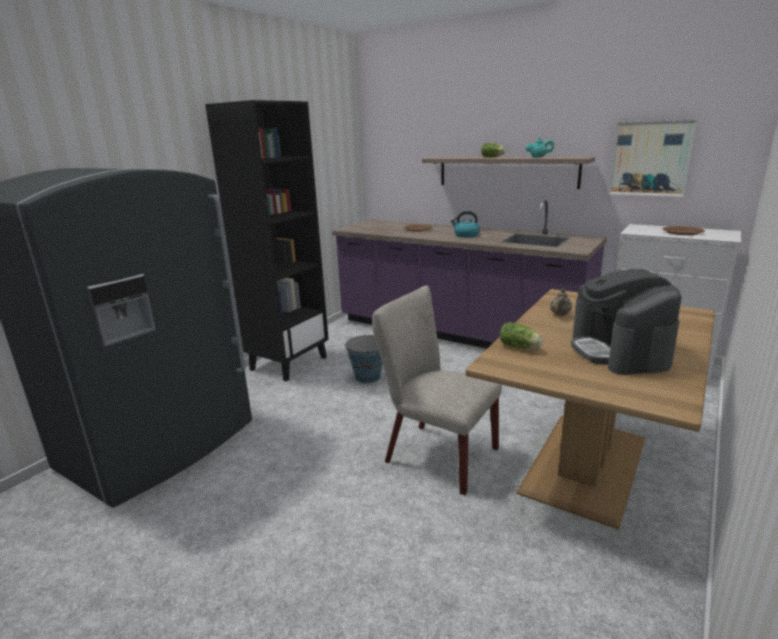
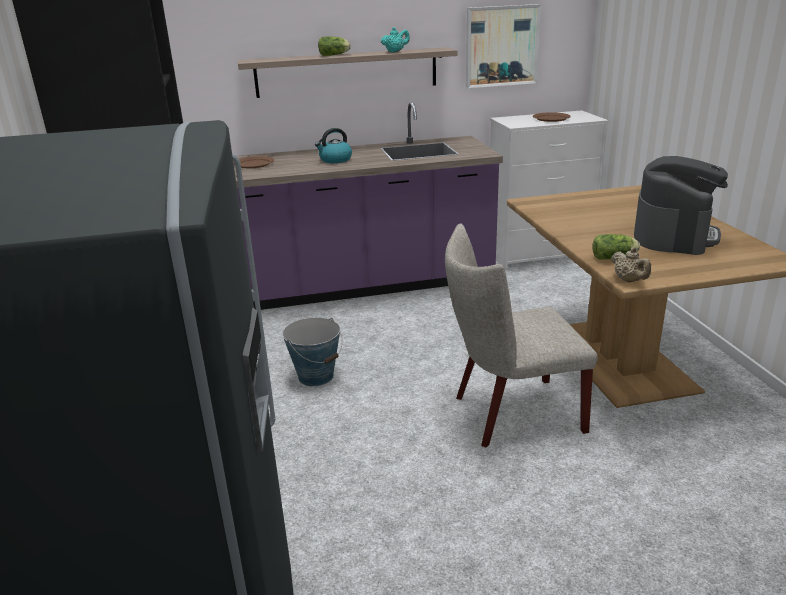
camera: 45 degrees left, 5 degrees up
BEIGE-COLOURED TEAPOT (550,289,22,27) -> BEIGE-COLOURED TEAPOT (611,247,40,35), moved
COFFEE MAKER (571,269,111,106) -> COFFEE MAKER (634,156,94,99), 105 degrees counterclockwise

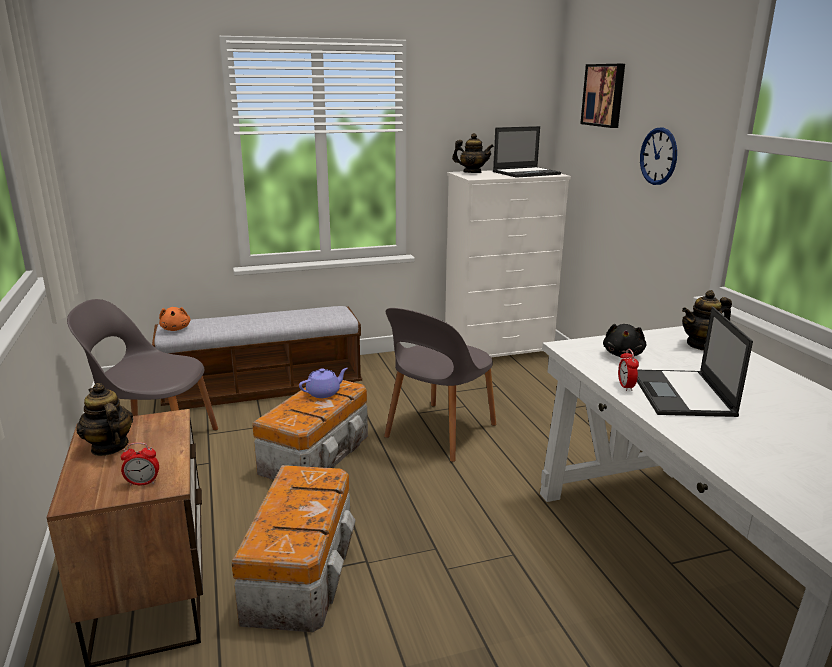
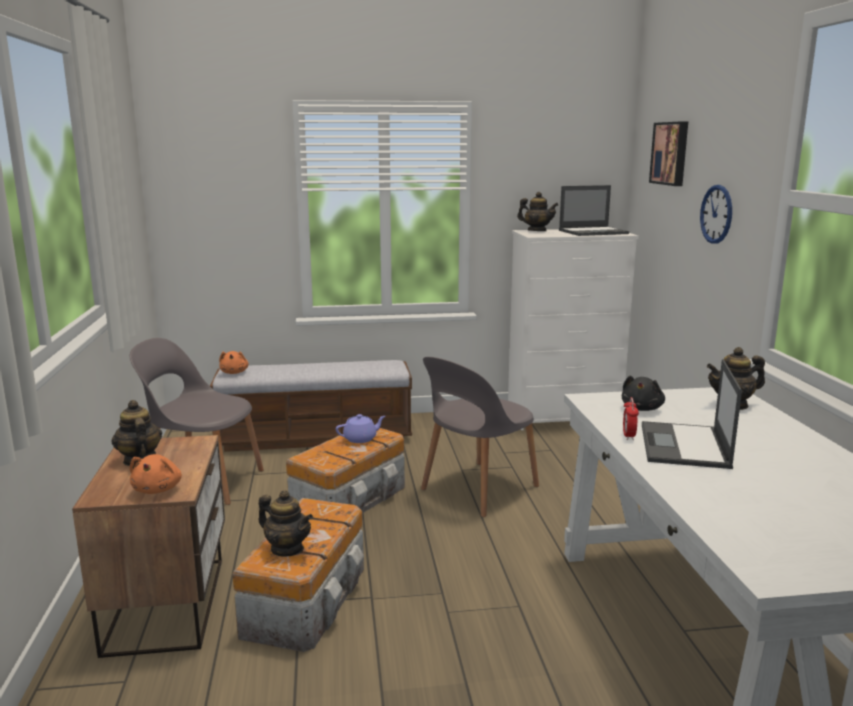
camera: 10 degrees right, 5 degrees down
ALARM CLOCK (121,443,38,43) -> ORANGEY CUDDLY TOY (130,454,52,40)
none -> TEAPOT (259,490,54,67)

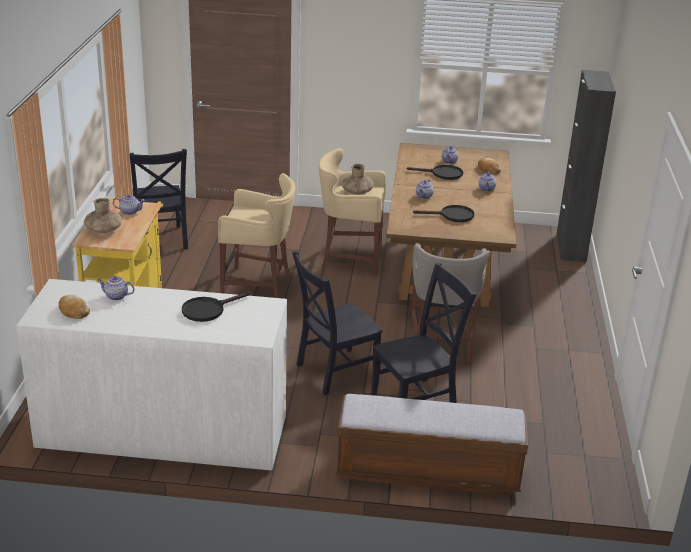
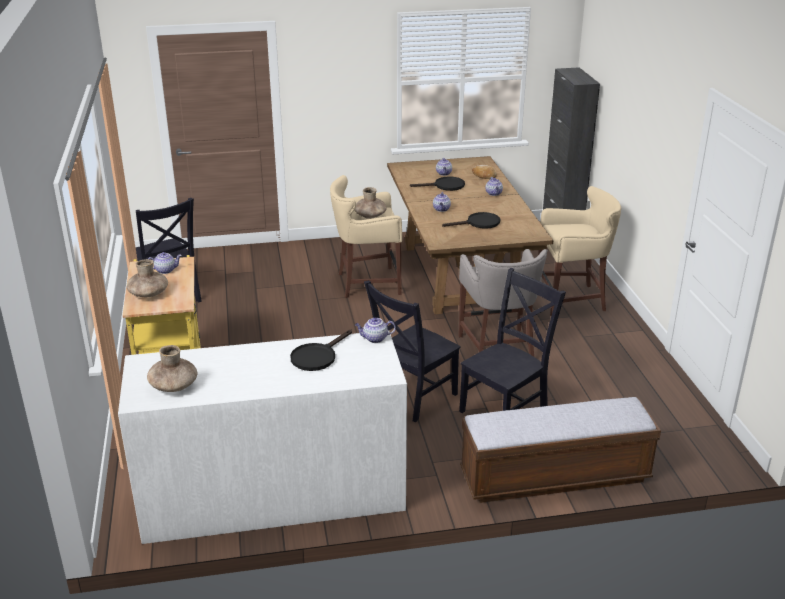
camera: 15 degrees left, 0 degrees up
BREAD (59,295,31,24) -> BROWNISH FLOWER VASE (147,345,50,47)
TEAPOT (98,276,36,24) -> TEAPOT (355,318,41,25), moved
BEIGE-COLOURED STOOL SEAT (218,173,77,125) -> BEIGE-COLOURED STOOL SEAT (538,186,83,130), moved

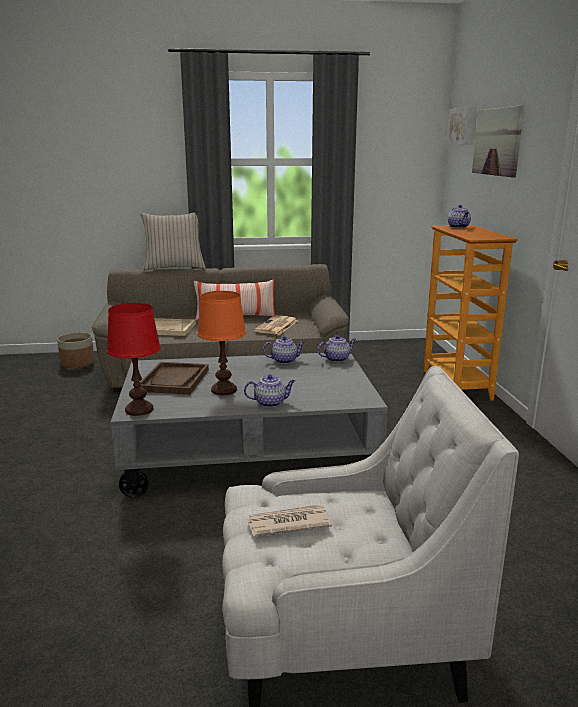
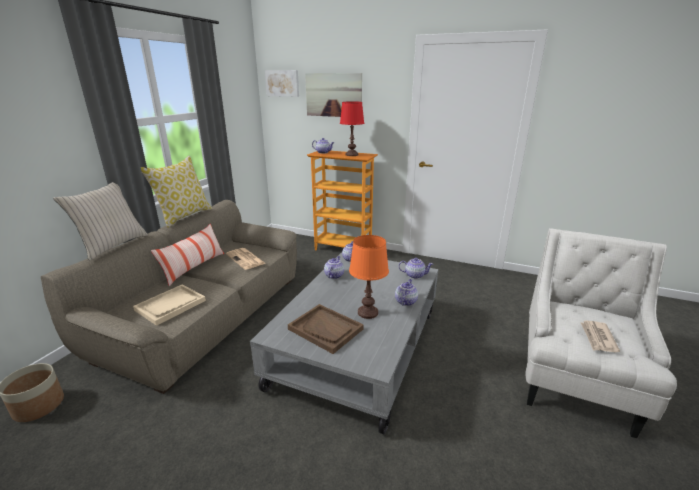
camera: 60 degrees left, 5 degrees up
RED TABLETOP LAMP (107,303,54,113) -> RED TABLETOP LAMP (340,101,24,55), moved
none -> PILLOW (141,156,72,72)
none -> TEAPOT (399,258,34,21)

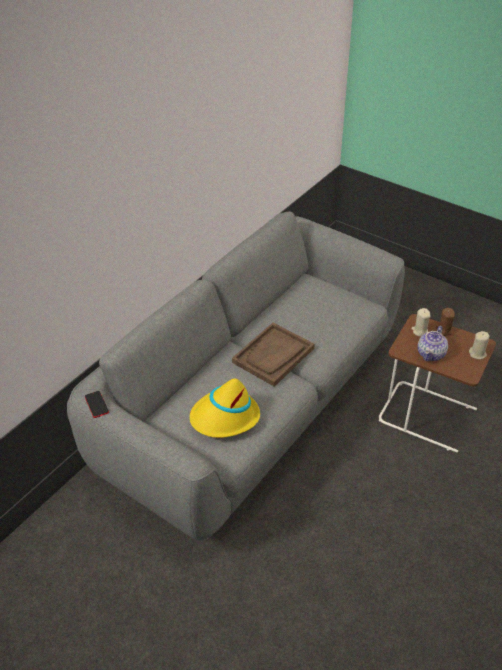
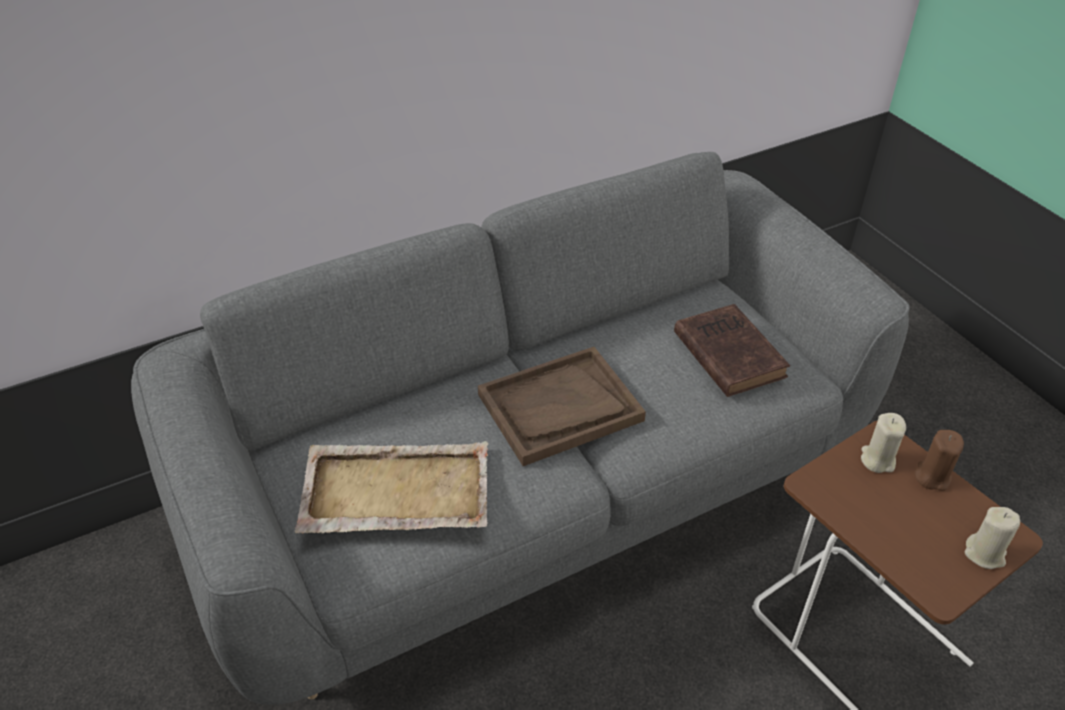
camera: 25 degrees right, 0 degrees up
HANDSET (85,391,24,27) -> none
YELLOW WEARABLE HAT (189,378,71,60) -> BEIGE-COLOURED SERVING TRAY (294,441,194,92)
TEAPOT (418,326,30,35) -> none
none -> BROWNISH VOLUME (674,304,116,93)

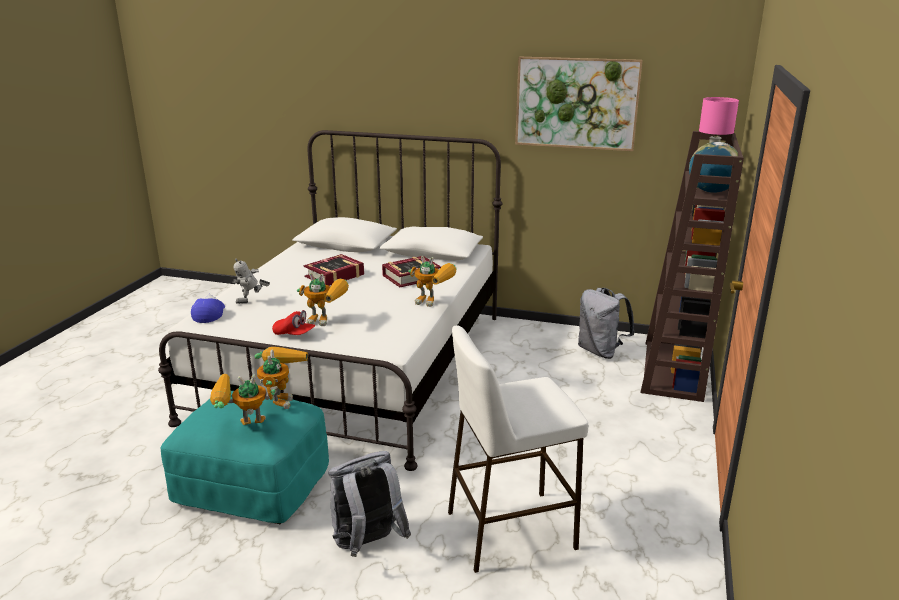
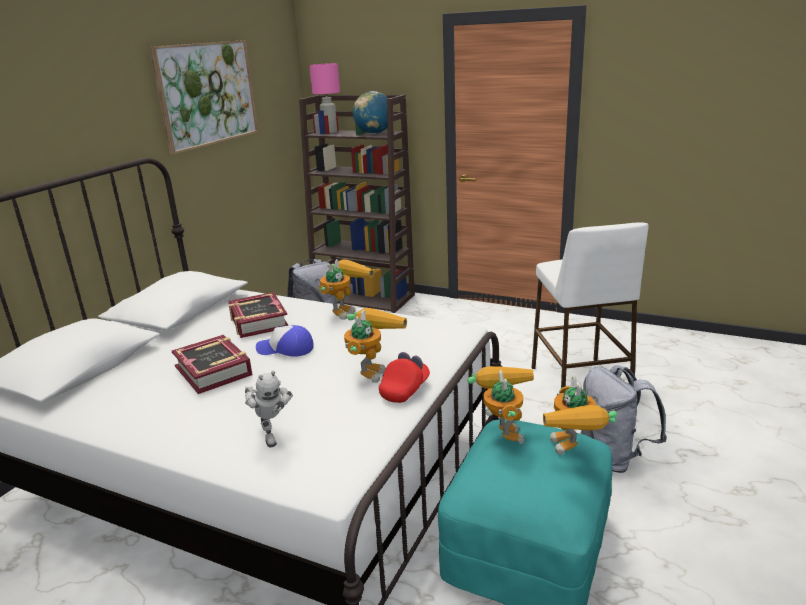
camera: 80 degrees left, 0 degrees up
CAP (191,294,34,29) -> CAP (256,325,57,32), moved
TOY ROBOT (255,347,53,62) -> TOY ROBOT (467,366,67,78), 75 degrees clockwise

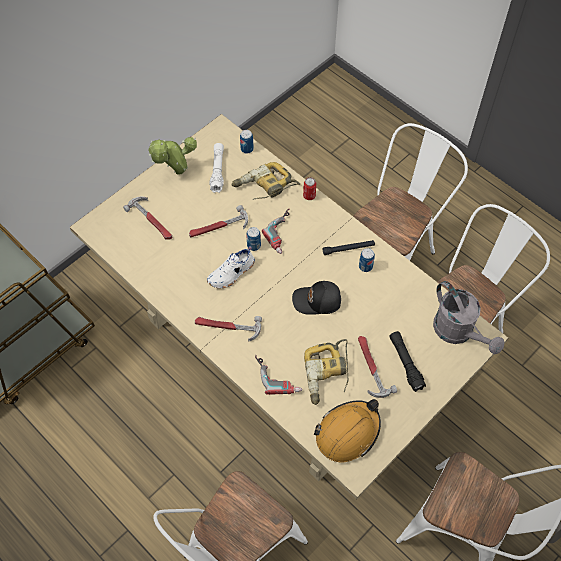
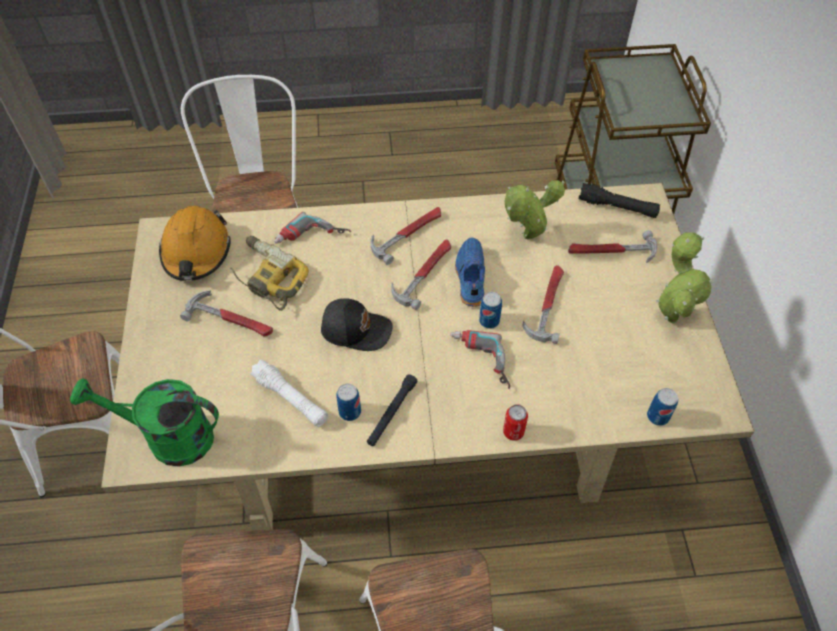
camera: 130 degrees right, 5 degrees down
WHITE-COLOURED LOW SHOE (207,246,48,42) -> BLUE LOW SHOE (455,238,30,69)
WHITE-COLOURED HAND TORCH (210,143,14,50) -> WHITE-COLOURED HAND TORCH (250,359,78,68), moved
POWER DRILL (232,162,68,38) -> none
BLACK CAP (292,281,49,34) -> BLACK CAP (321,298,72,53), 60 degrees clockwise
BLACK HAND TORCH (389,331,37,61) -> BLACK HAND TORCH (579,183,81,35), moved
GRAY WATERING CAN (433,281,72,73) -> GREENISH WATERING CAN (70,378,149,89)
none -> HAMMER (391,239,60,71)
none -> PLANT IN A POT (505,180,60,60)

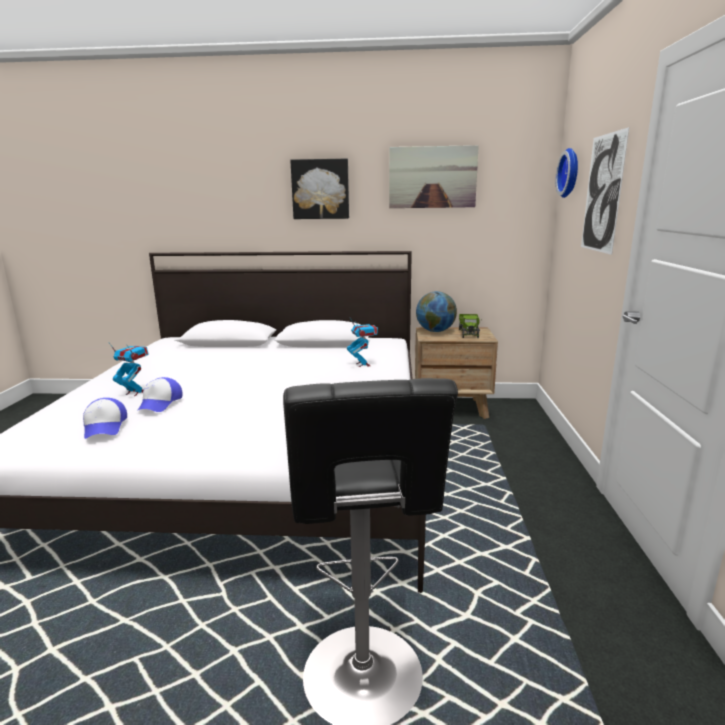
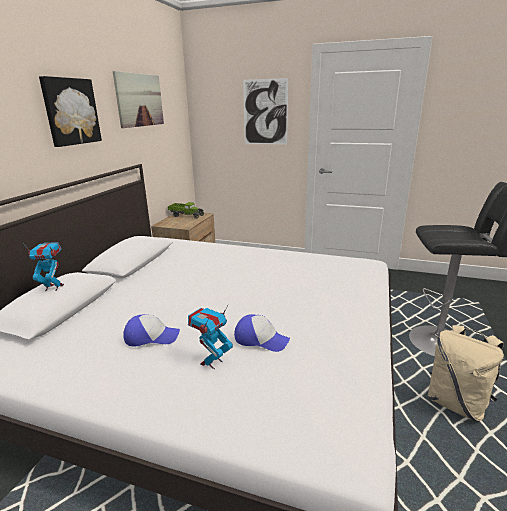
camera: 75 degrees left, 5 degrees up
CAP (83,398,44,41) -> CAP (123,314,57,33), moved
TOY ROBOT (347,318,31,49) -> TOY ROBOT (23,242,41,49), moved
GLOBE (416,291,41,41) -> none
CLOCK ON THE WALL (556,148,22,50) -> none
none -> BEIGE-COLOURED RUCKSACK (428,325,76,96)

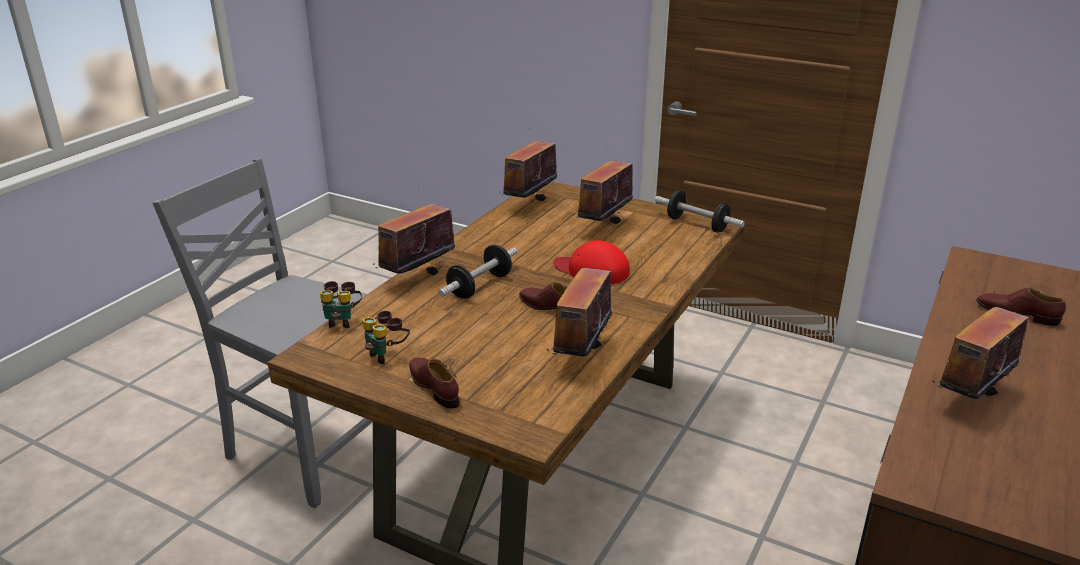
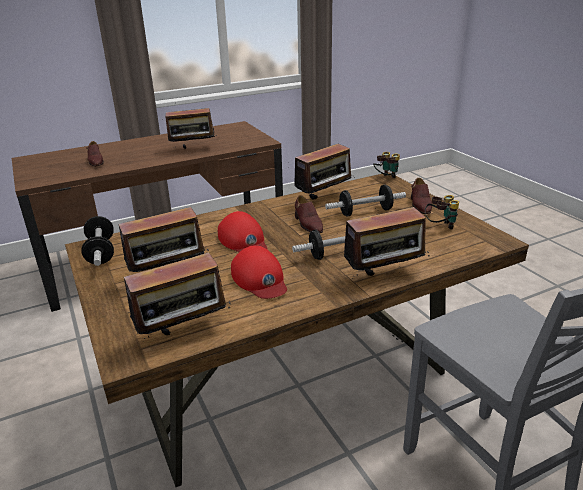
camera: 145 degrees left, 0 degrees up
PAIR OF BINOCULARS (320,281,42,47) -> PAIR OF BINOCULARS (373,152,27,26), moved
none -> RED CAP (231,245,56,54)
none -> HAND WEIGHT (325,185,81,32)

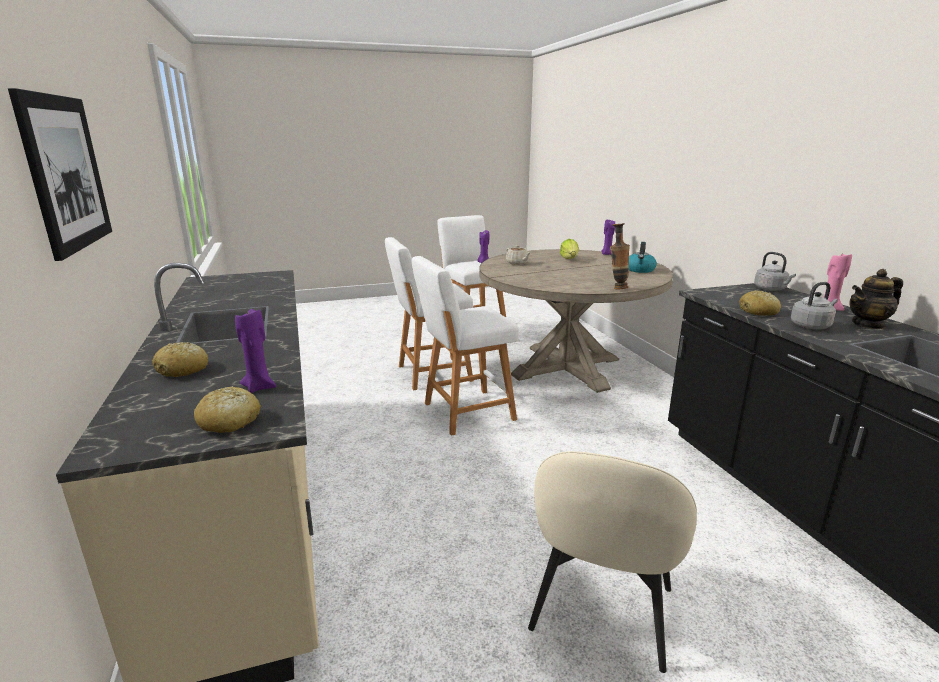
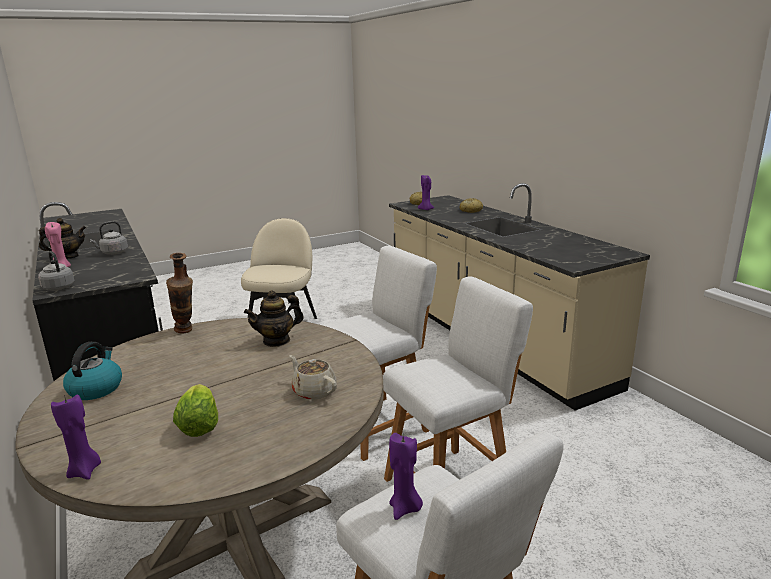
camera: 170 degrees right, 0 degrees up
WALL ART (8,88,104,173) -> none
BREAD (739,290,42,26) -> none
none -> TEAPOT (244,291,60,56)

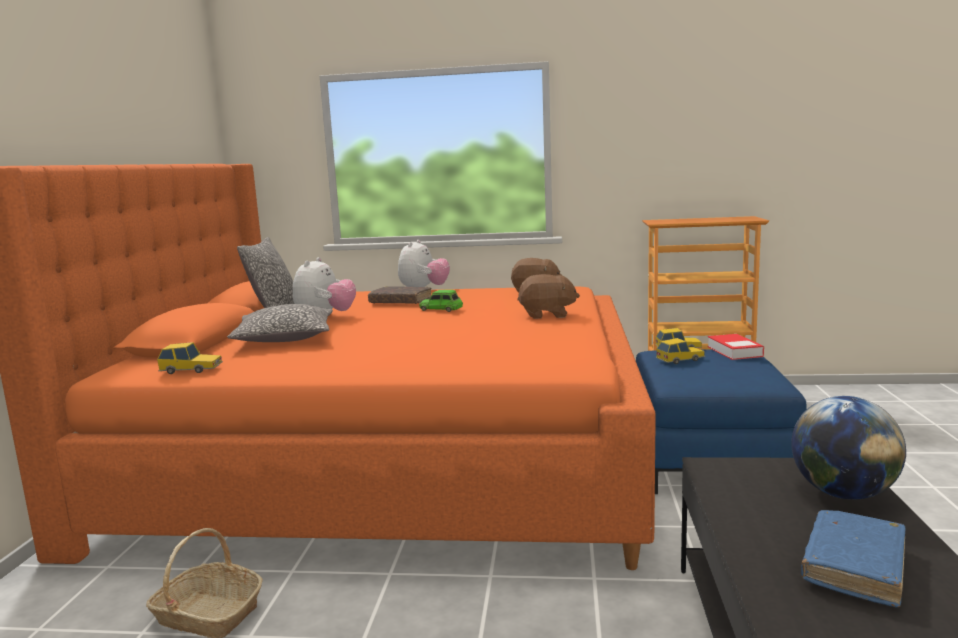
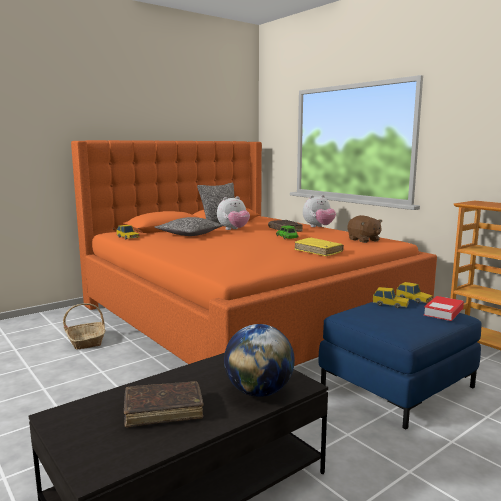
camera: 45 degrees right, 0 degrees up
BROWNISH CUDDLY TOY (517,274,63,45) -> YELLOW VOLUME (294,238,50,18)
BLUE VOLUME (801,510,105,97) -> BROWNISH VOLUME (124,381,80,47)

